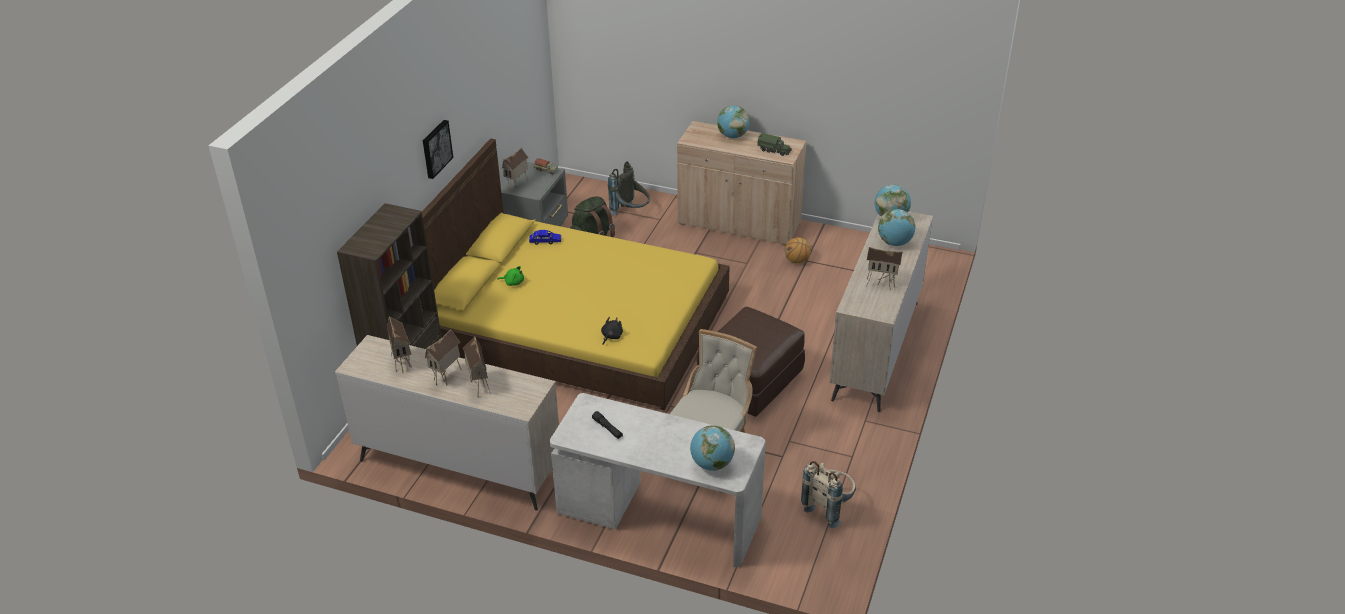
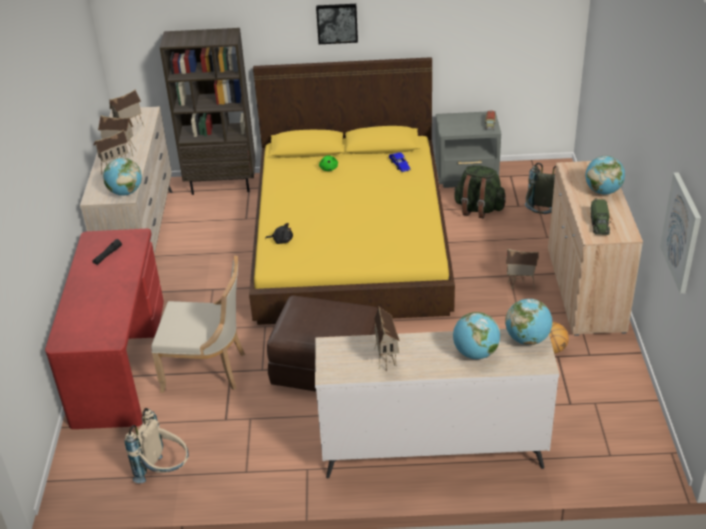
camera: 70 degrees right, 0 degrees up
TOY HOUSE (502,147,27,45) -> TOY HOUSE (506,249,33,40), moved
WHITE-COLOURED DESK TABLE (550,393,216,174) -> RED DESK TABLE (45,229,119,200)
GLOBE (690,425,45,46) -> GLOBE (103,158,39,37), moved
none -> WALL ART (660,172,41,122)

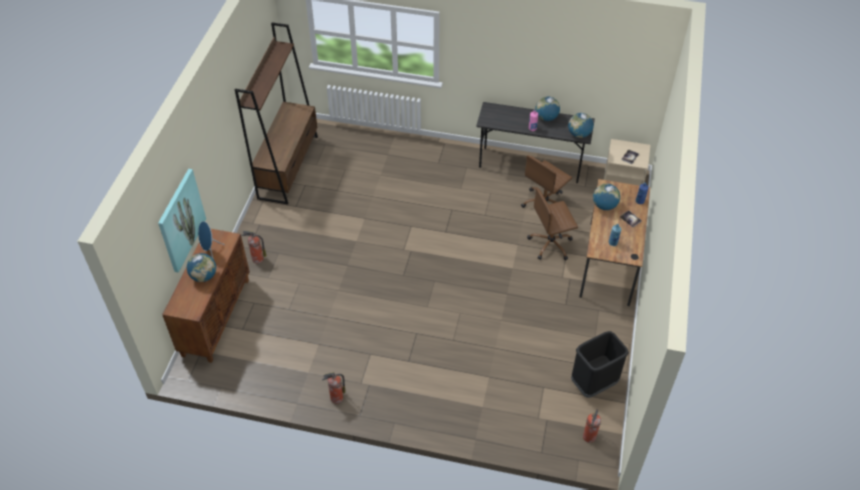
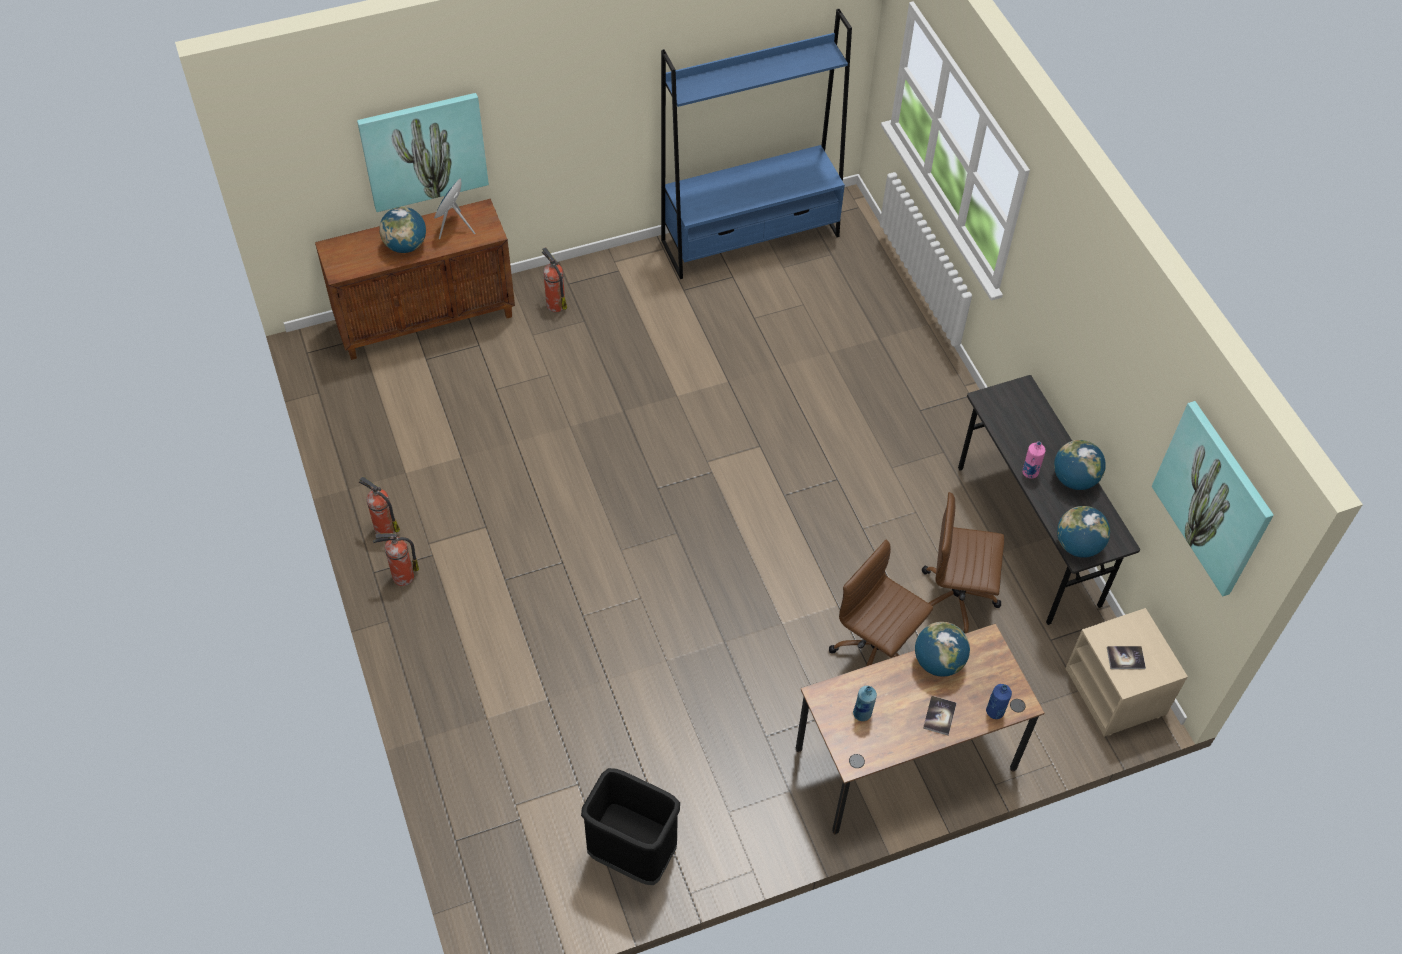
camera: 55 degrees right, 5 degrees up
BROWNISH SHELVING UNIT (235,23,83,181) -> BLUE SHELVING UNIT (661,9,191,270)
FIRE EXTINGUISHER (583,410,18,33) -> FIRE EXTINGUISHER (373,533,46,53), moved
none -> WALL ART (1152,401,122,196)

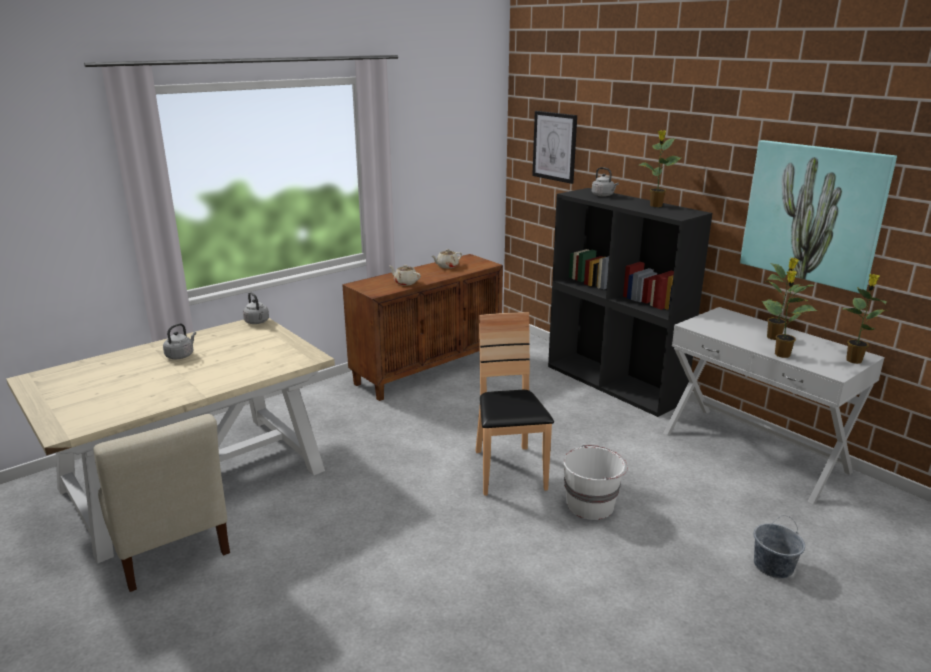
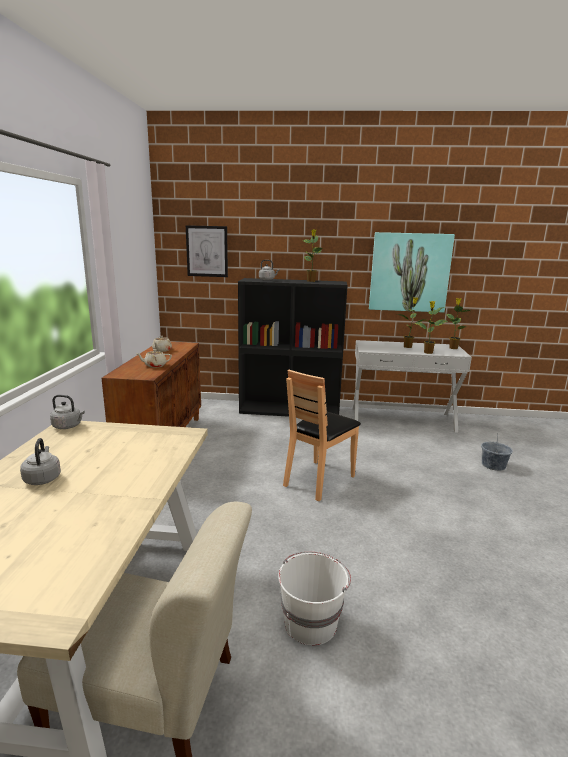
camera: 45 degrees left, 5 degrees down
BROWNISH UPRIGHT CHAIR (476,313,78,183) -> BROWNISH UPRIGHT CHAIR (283,370,78,131), 90 degrees counterclockwise
WHITE-COLOURED BUCKET (563,445,65,75) -> WHITE-COLOURED BUCKET (278,551,73,94), moved

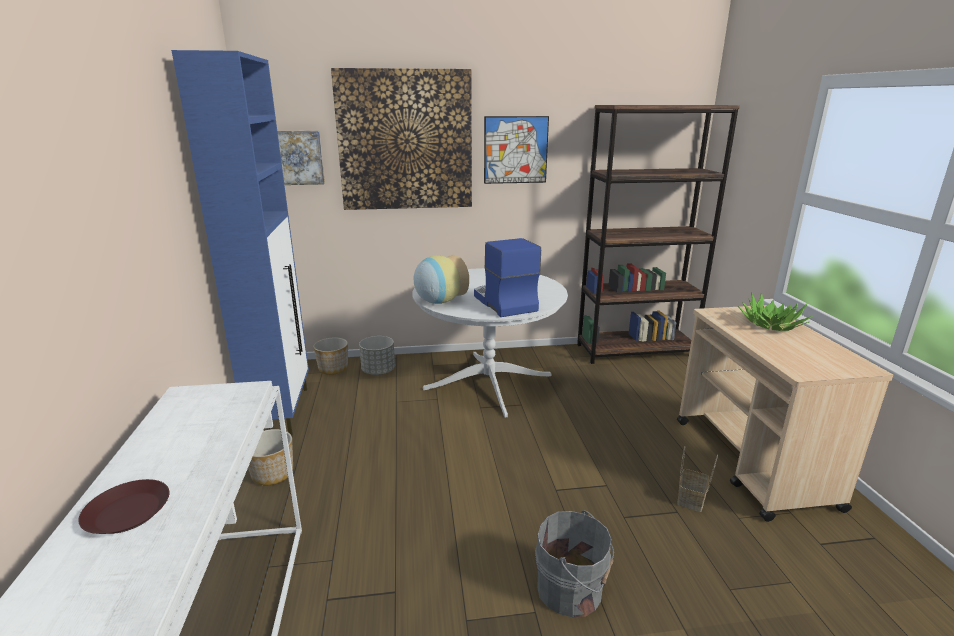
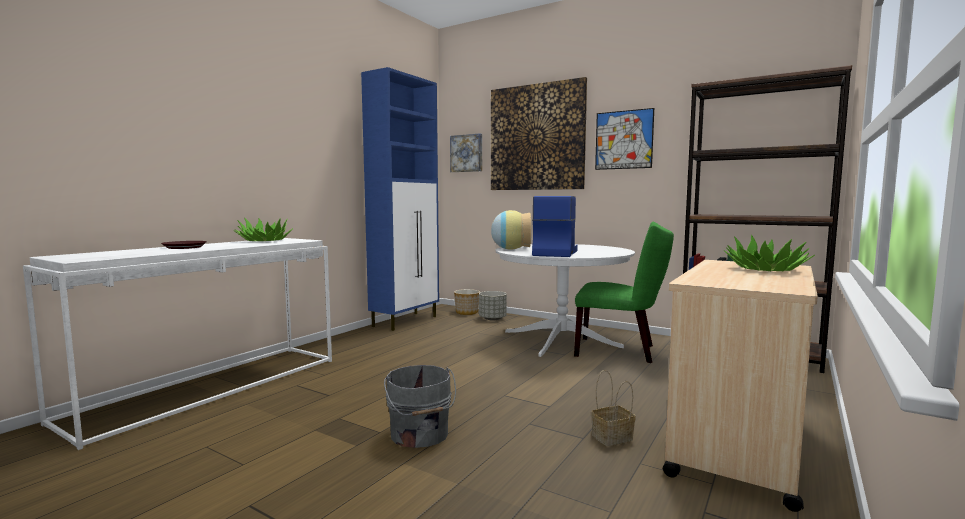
camera: 40 degrees right, 15 degrees down
FLOWER POT (248,429,45,56) -> none
none -> PLANT IN A POT (233,217,60,24)
none -> GREENISH UPRIGHT CHAIR (574,222,100,141)

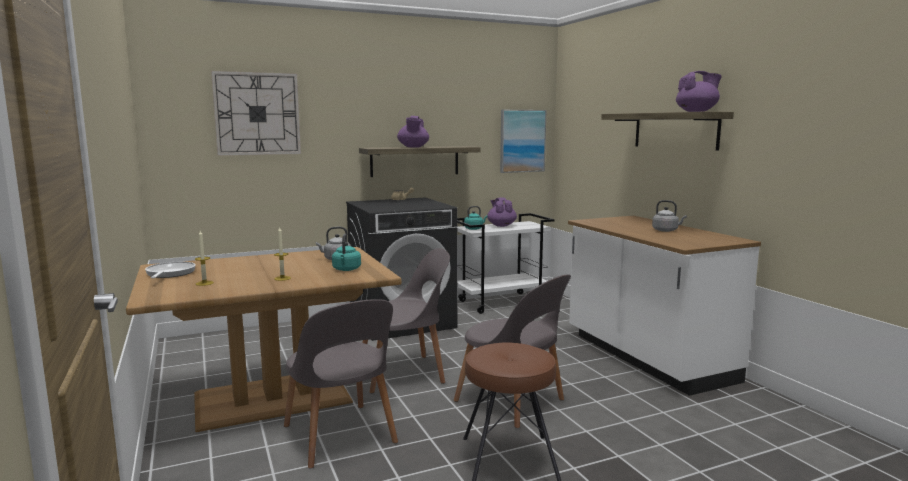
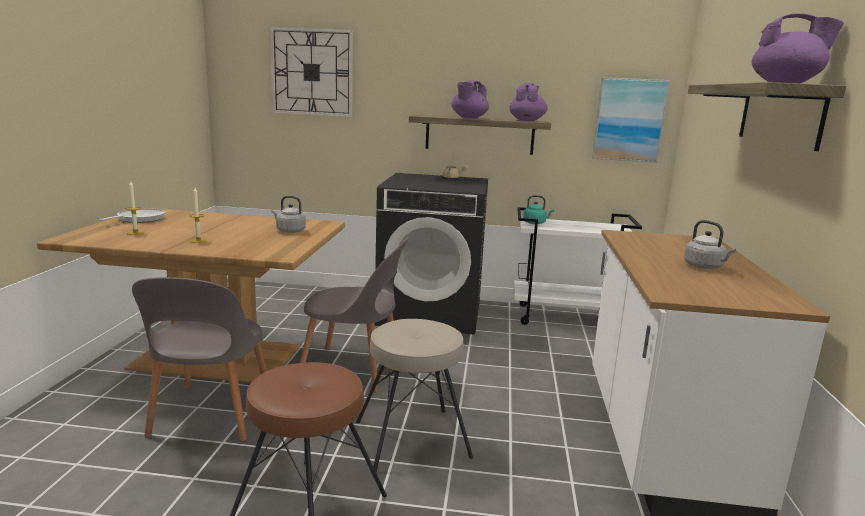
camera: 30 degrees right, 5 degrees up
TURQUOISE-COLOURED KETTLE (332,234,29,37) -> none
GRAY UPRIGHT CHAIR (453,274,118,154) -> BEIGE-COLOURED STOOL SEAT (356,319,117,154)
PURPLE-COLOURED TEAPOT (487,197,30,30) -> PURPLE-COLOURED TEAPOT (509,83,38,38), moved

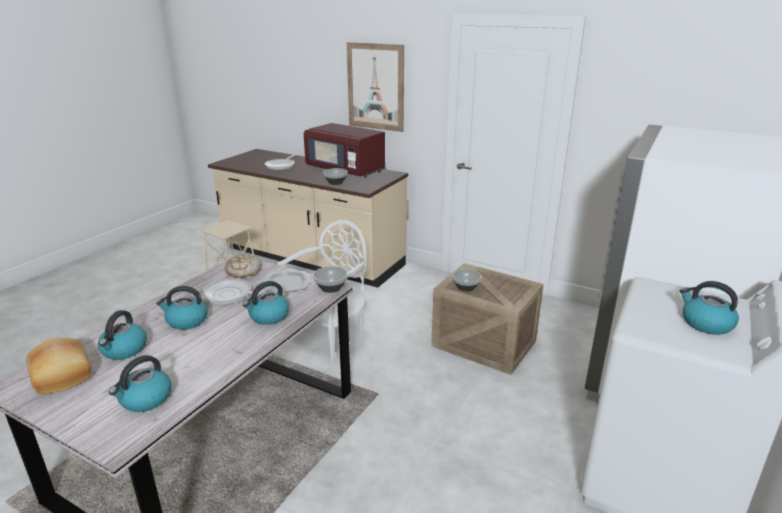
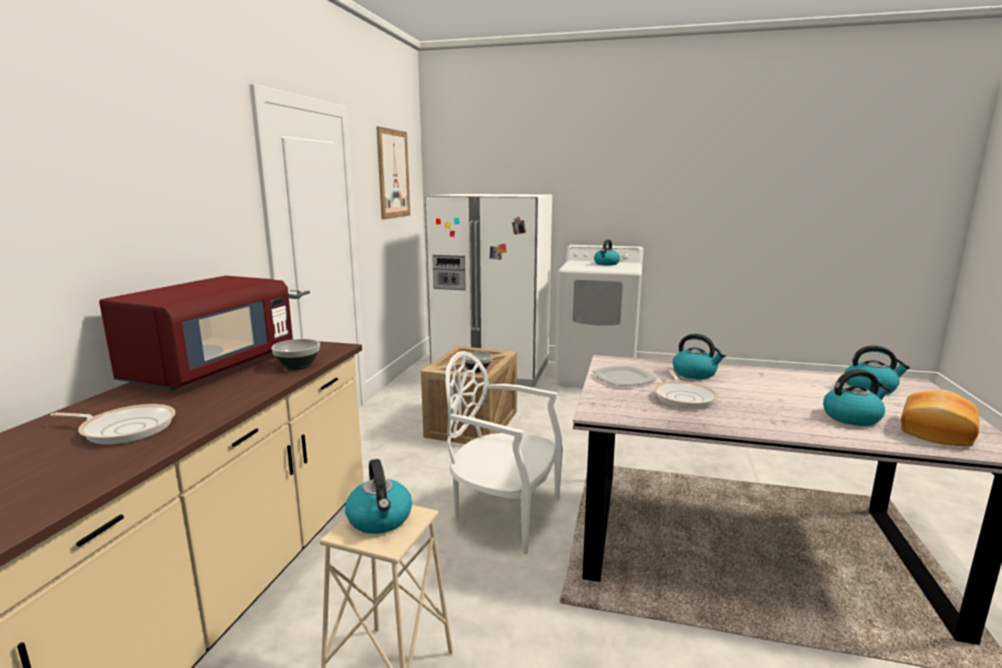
camera: 105 degrees left, 10 degrees down
KETTLE (156,286,52,44) -> KETTLE (345,459,67,75), moved
BREAD (225,253,36,25) -> none
DEEP DISH (313,266,35,27) -> none
WALL ART (347,42,57,90) -> WALL ART (376,126,34,94), moved

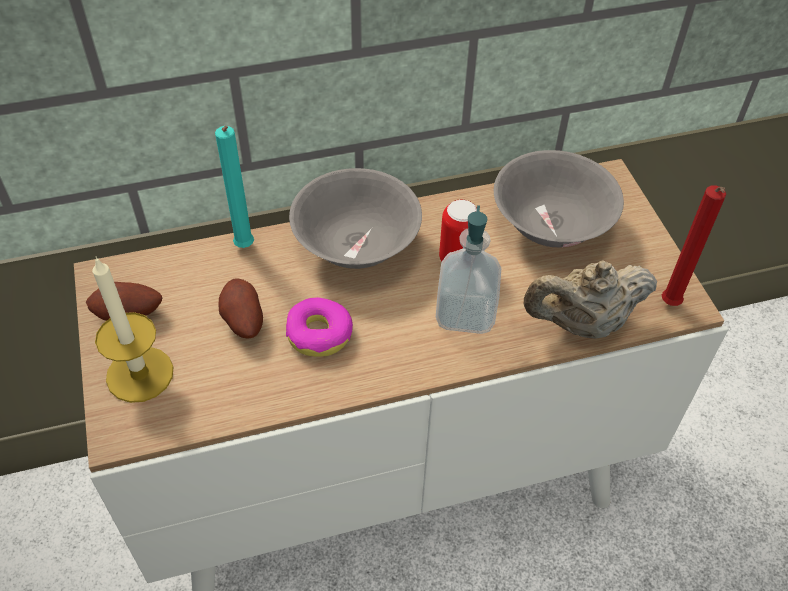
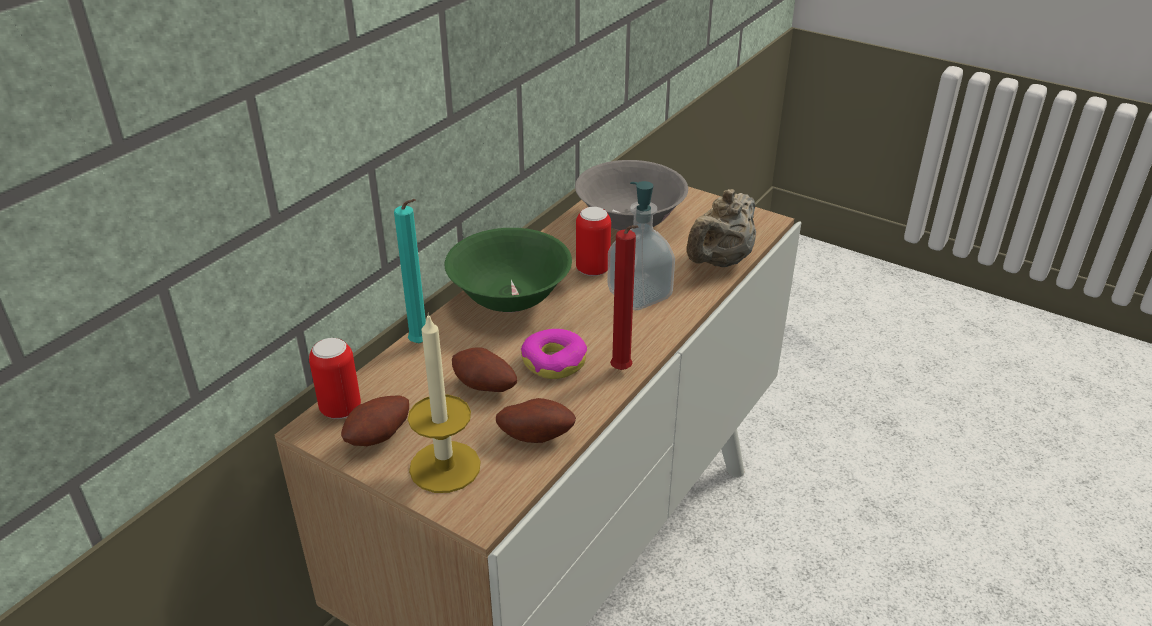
camera: 40 degrees left, 15 degrees down
GRAY DEEP DISH (289,168,133,101) -> GREENISH DEEP DISH (444,228,128,85)
RED CANDLE (662,186,64,120) -> RED CANDLE (610,225,29,145), moved
none -> METAL CAN (309,338,52,81)
none -> WHOLE POTATO (496,398,80,45)

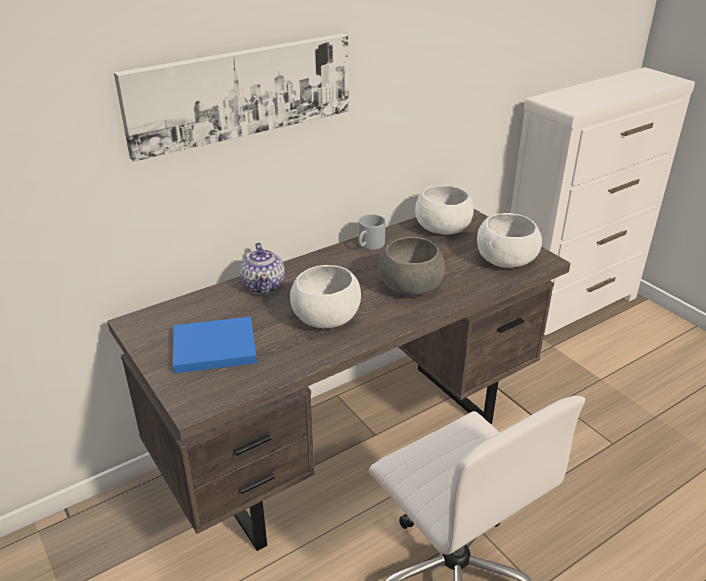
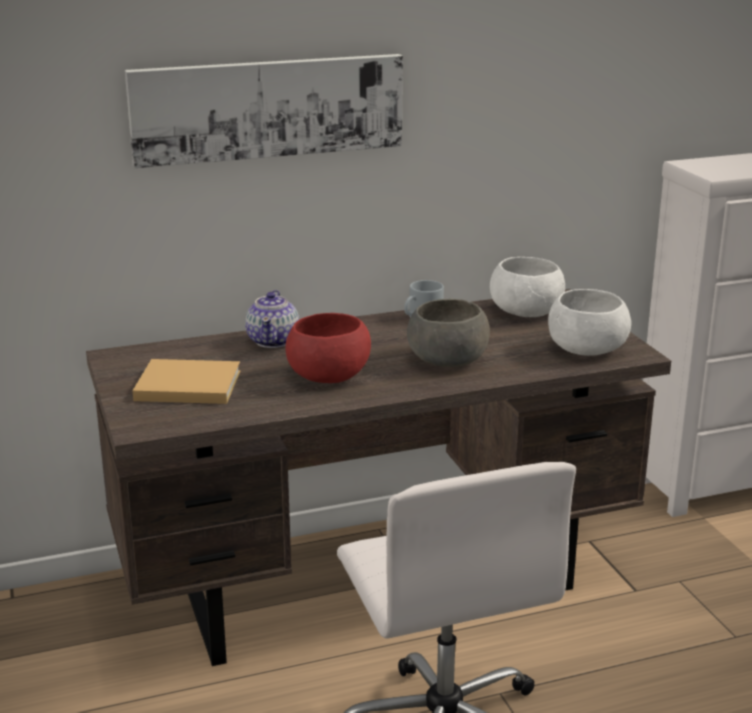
camera: 15 degrees right, 10 degrees down
BLUE VOLUME (173,317,84,56) -> BEIGE-COLOURED VOLUME (133,359,107,45)
WHITE-COLOURED DEEP DISH (290,265,71,63) -> RED DEEP DISH (285,313,86,70)

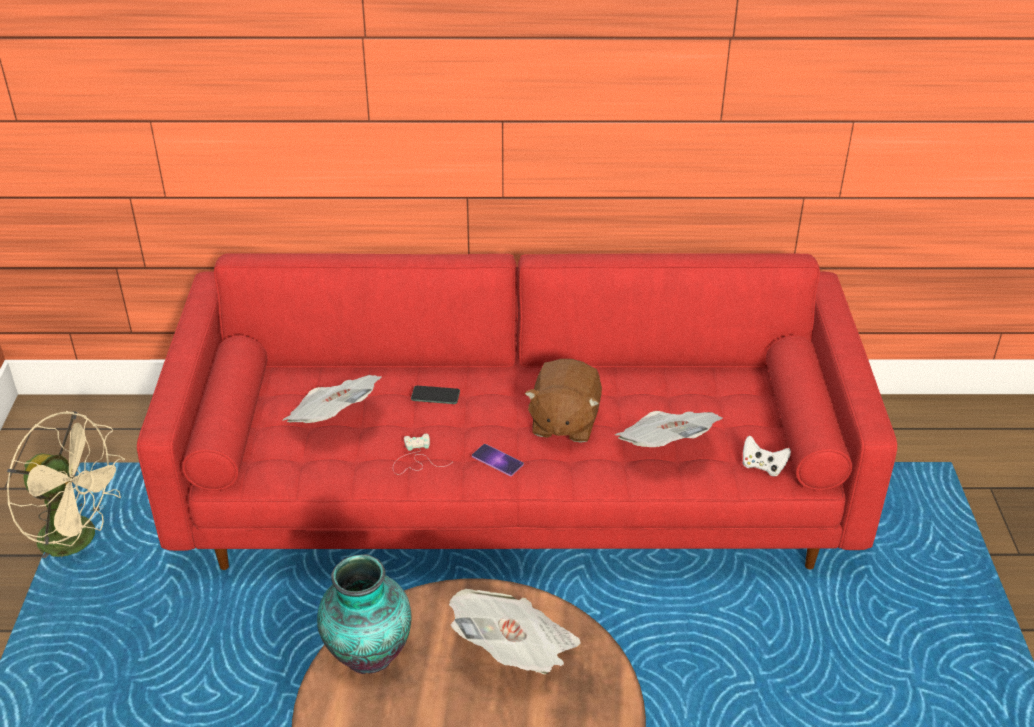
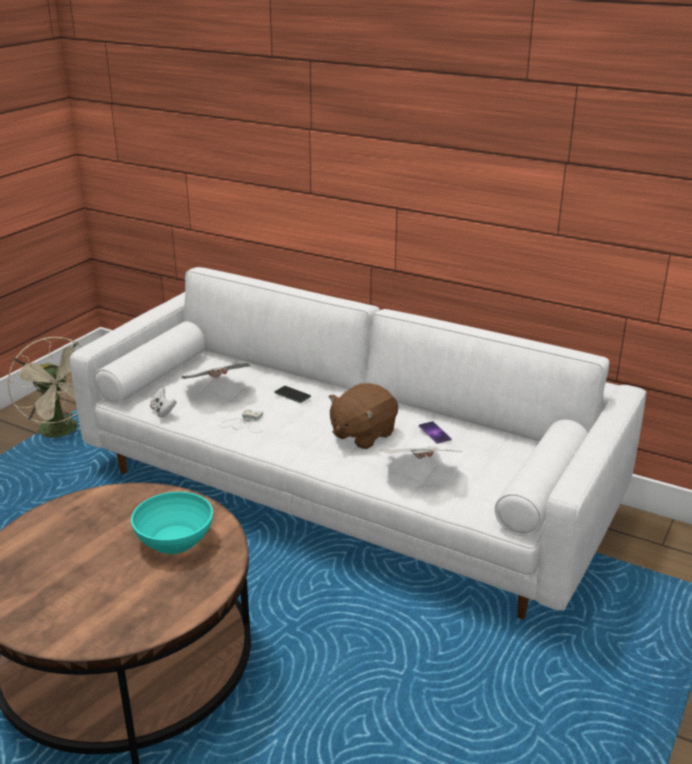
camera: 30 degrees right, 10 degrees down
RED COUCH (137,253,760,317) -> WHITE-COLOURED COUCH (70,267,577,352)
FLOWER VASE (317,554,94,120) -> none
DAILY PAPER (449,589,132,85) -> TURQUOISE-COLOURED DEEP DISH (131,492,82,62)
HANDSET (472,444,52,32) -> HANDSET (419,421,33,23), moved
WHITE-COLOURED GAMEPAD (742,435,49,41) -> WHITE-COLOURED GAMEPAD (150,387,27,30), moved

